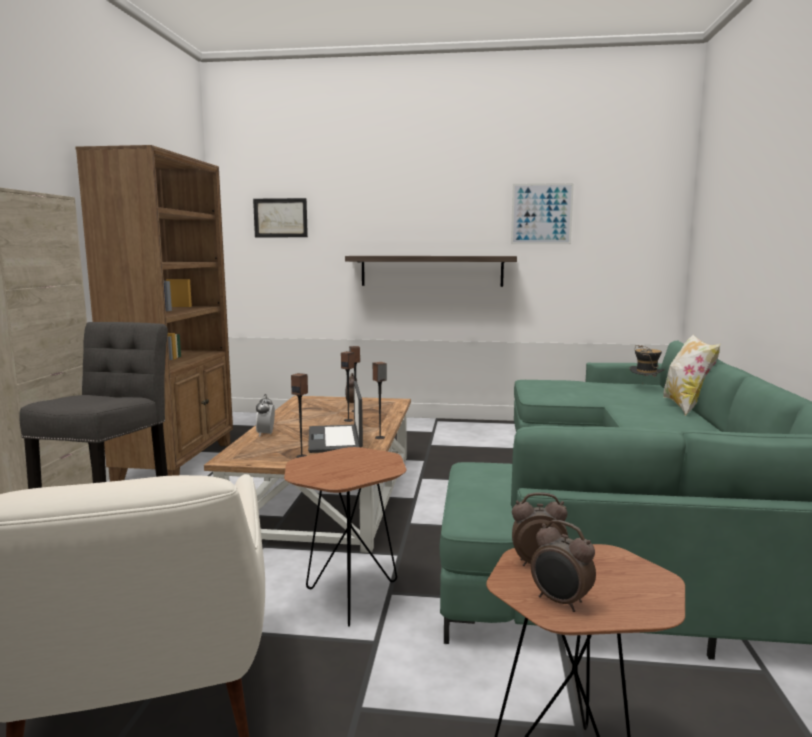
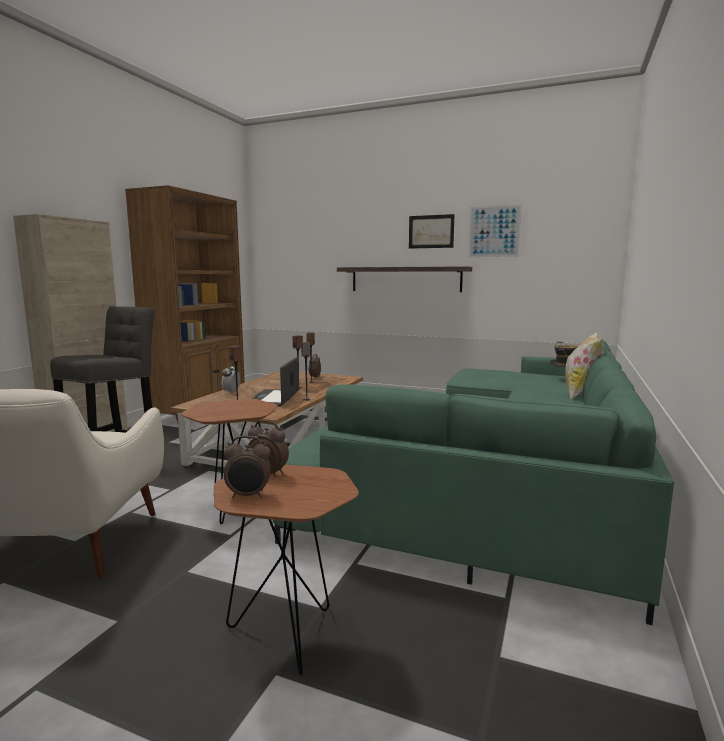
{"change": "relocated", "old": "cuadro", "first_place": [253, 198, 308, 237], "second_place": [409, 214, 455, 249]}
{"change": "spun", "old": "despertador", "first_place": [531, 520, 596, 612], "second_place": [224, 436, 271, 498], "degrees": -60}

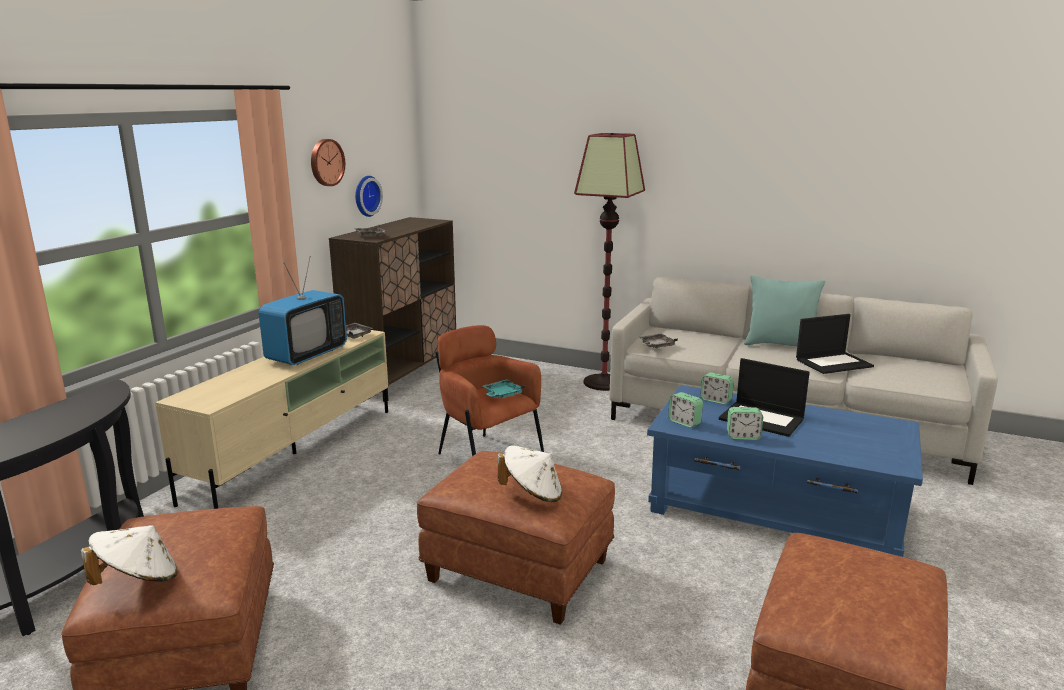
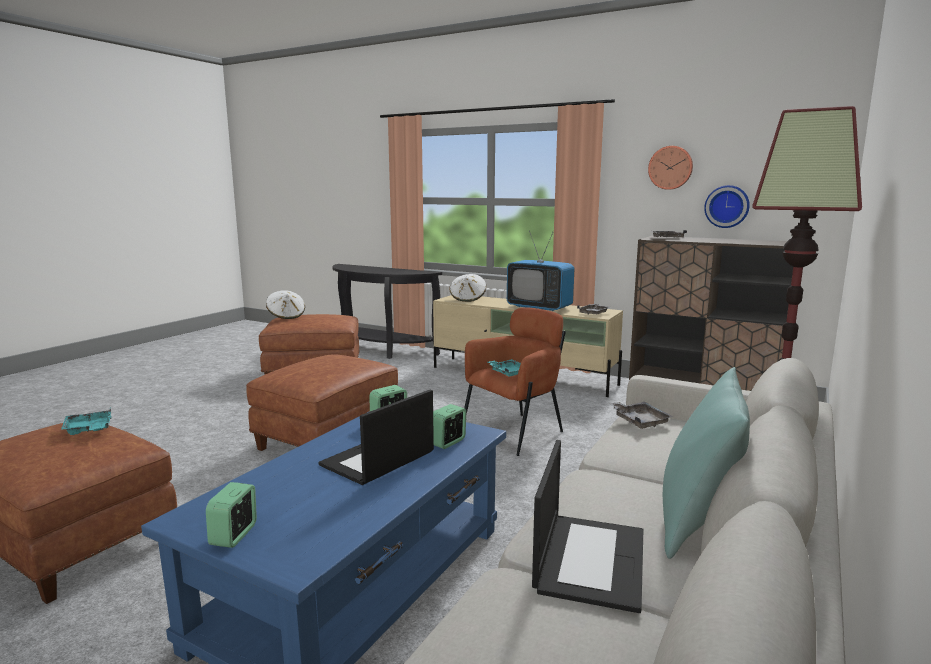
{"change": "relocated", "old": "sombrero [blanco]", "first_place": [498, 445, 562, 502], "second_place": [449, 274, 486, 302]}
{"change": "relocated", "old": "despertador", "first_place": [727, 407, 763, 440], "second_place": [206, 482, 257, 548]}
{"change": "spun", "old": "portátil", "first_place": [796, 314, 874, 374], "second_place": [532, 440, 644, 613], "degrees": -150}
{"change": "appeared", "new": "bandeja [turquesa]", "second_place": [61, 409, 112, 435]}

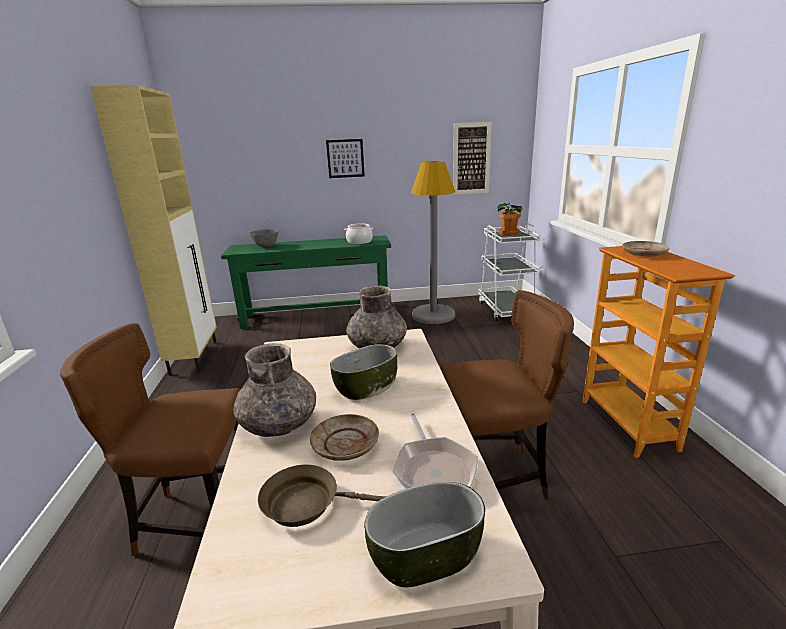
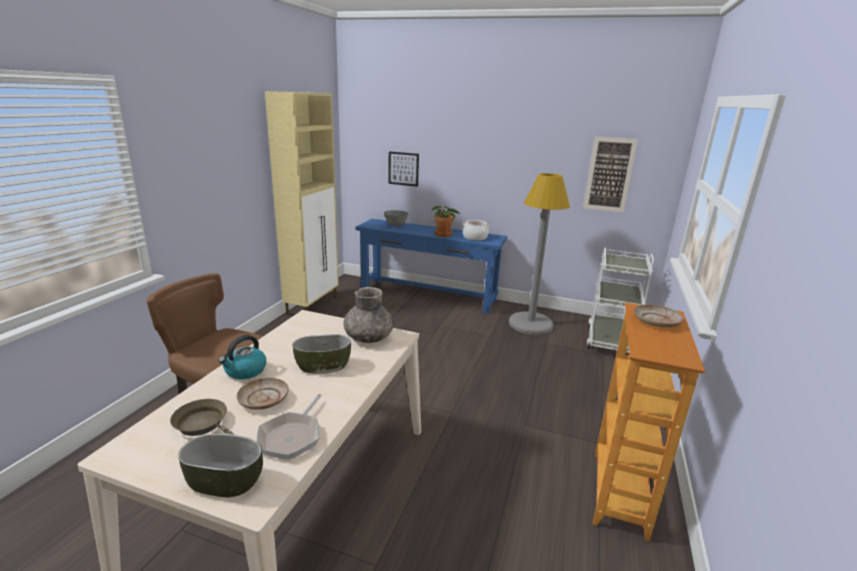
{"change": "colour", "old": "mesa consola [verde]", "new": "mesa consola [azul]", "first_place": [221, 235, 391, 329], "second_place": [355, 219, 508, 314]}
{"change": "exchanged", "old": "florero [gris]", "new": "hervidor", "first_place": [233, 343, 316, 437], "second_place": [218, 335, 266, 379]}
{"change": "relocated", "old": "cuadro", "first_place": [326, 139, 365, 178], "second_place": [388, 151, 419, 187]}
{"change": "missing", "old": "silla [marrón]", "first_place": [439, 290, 574, 500]}
{"change": "relocated", "old": "planta en maceta", "first_place": [498, 203, 523, 236], "second_place": [432, 206, 460, 237]}

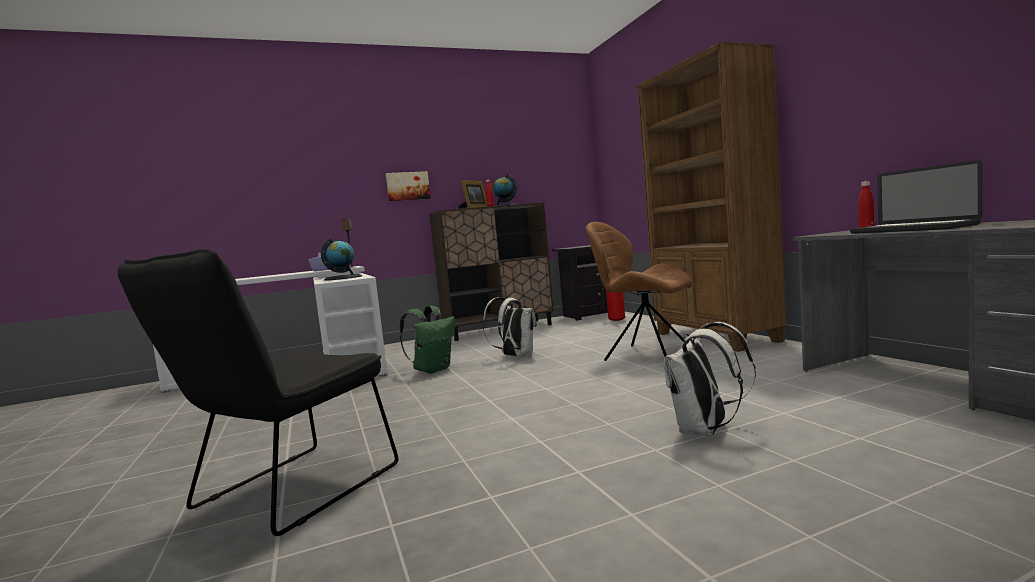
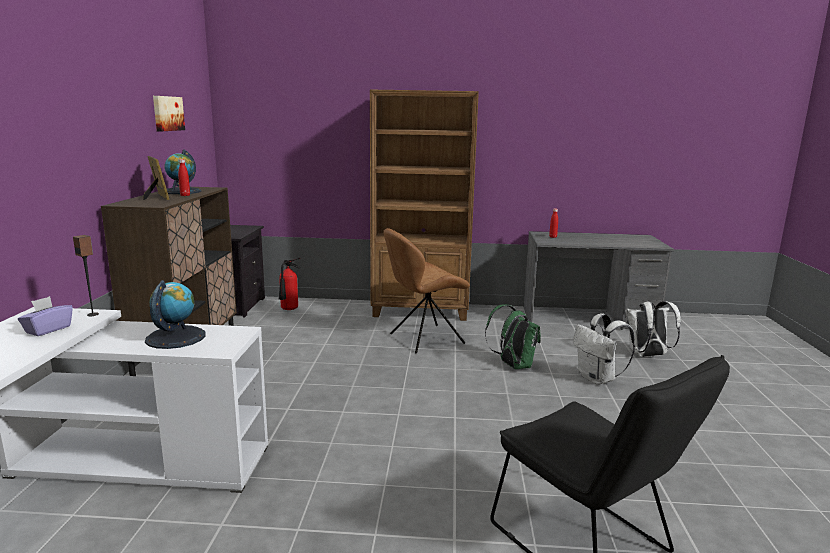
{"change": "relocated", "old": "cuadro", "first_place": [386, 171, 431, 201], "second_place": [153, 96, 185, 131]}
{"change": "relocated", "old": "mochila [verde]", "first_place": [400, 305, 455, 374], "second_place": [485, 304, 541, 369]}
{"change": "relocated", "old": "mochila [blanco]", "first_place": [483, 297, 537, 357], "second_place": [625, 301, 681, 357]}
{"change": "missing", "old": "portátil", "first_place": [850, 160, 983, 234]}

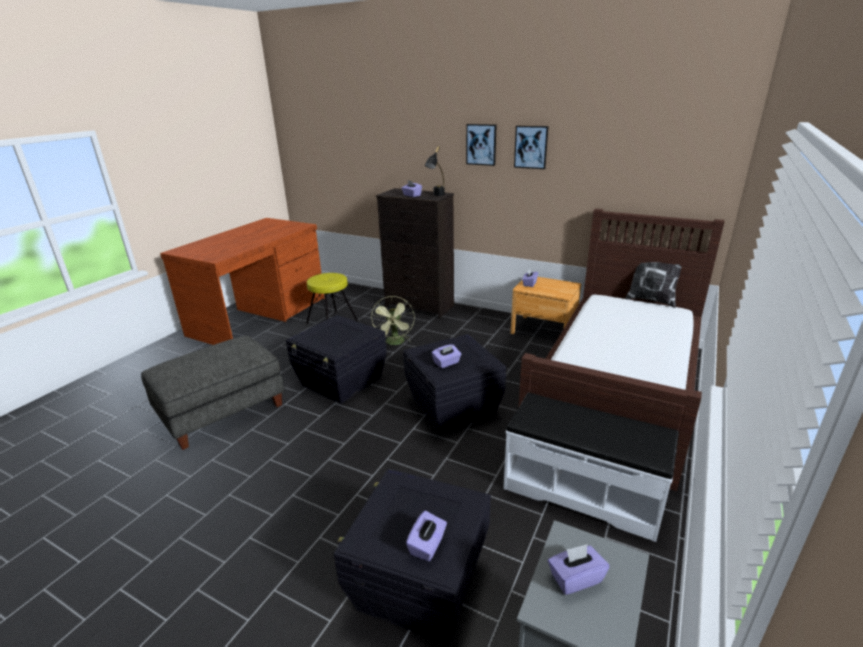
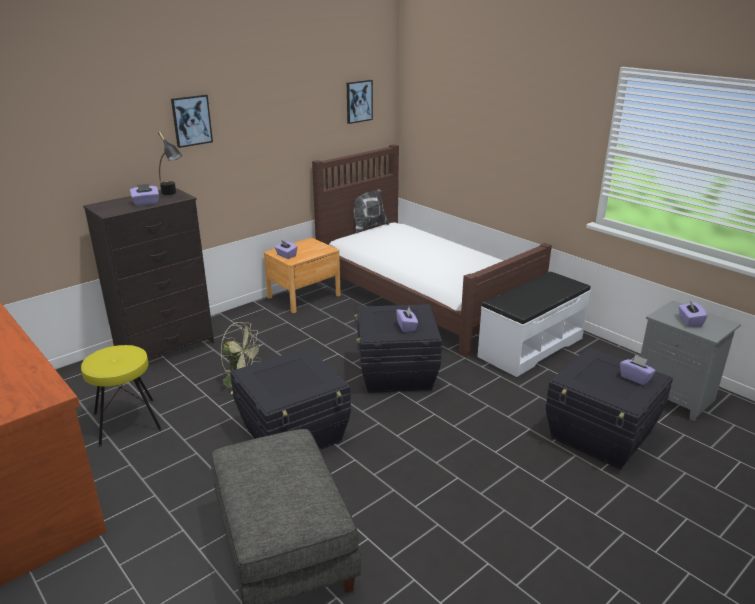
{"change": "relocated", "old": "cuadro", "first_place": [514, 126, 549, 169], "second_place": [347, 80, 373, 124]}

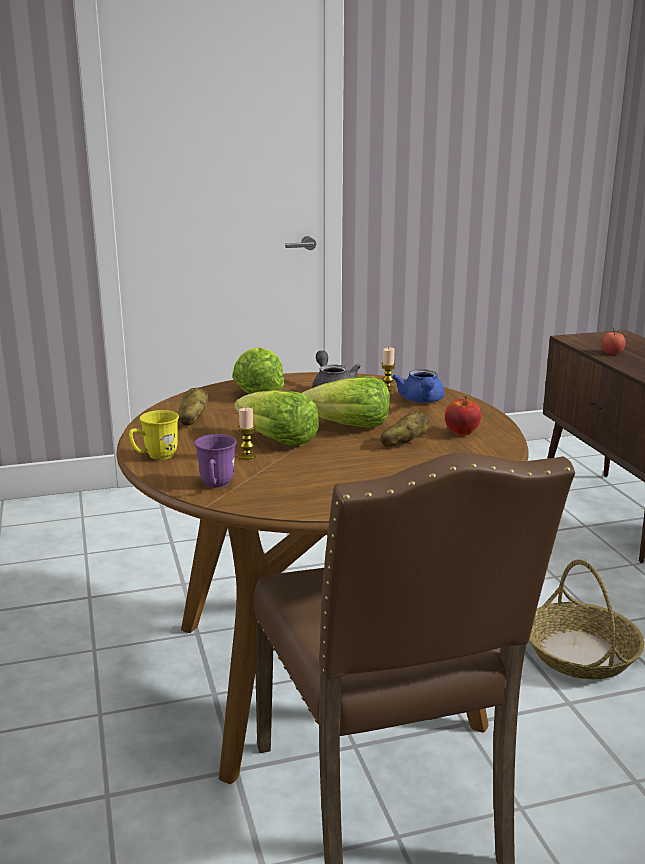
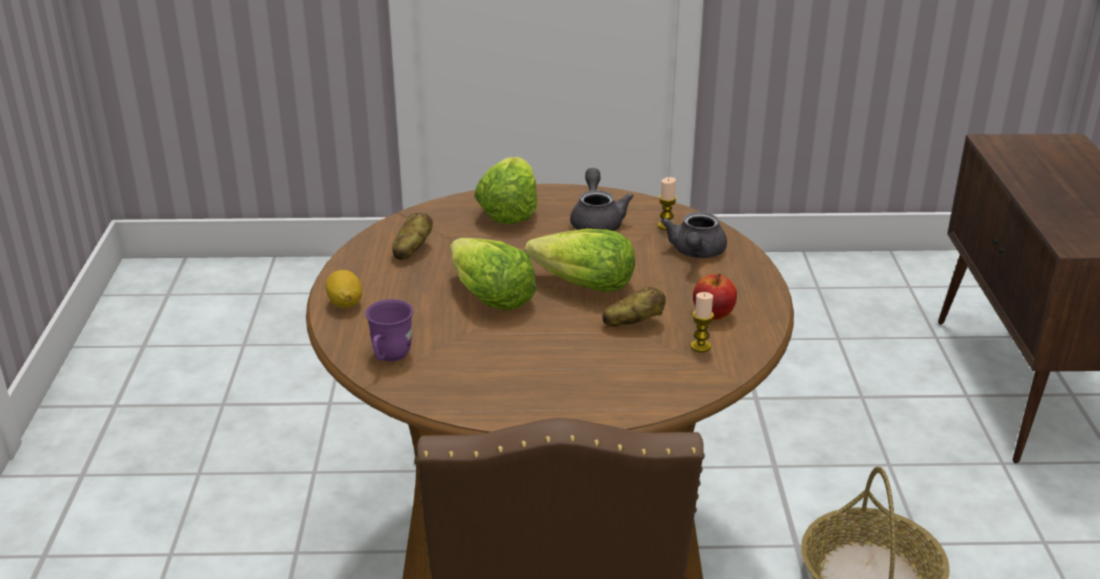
{"change": "exchanged", "old": "taza grande [amarillo]", "new": "limón", "first_place": [129, 410, 179, 460], "second_place": [325, 270, 362, 308]}
{"change": "relocated", "old": "vela", "first_place": [238, 408, 256, 460], "second_place": [691, 292, 714, 352]}
{"change": "colour", "old": "tetera [azul]", "new": "tetera [gris]", "first_place": [392, 369, 444, 403], "second_place": [661, 212, 727, 258]}
{"change": "missing", "old": "manzana", "first_place": [601, 327, 625, 354]}

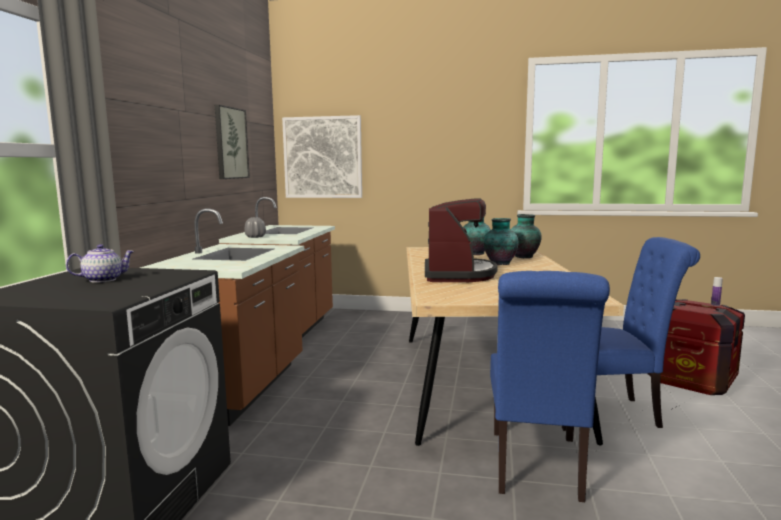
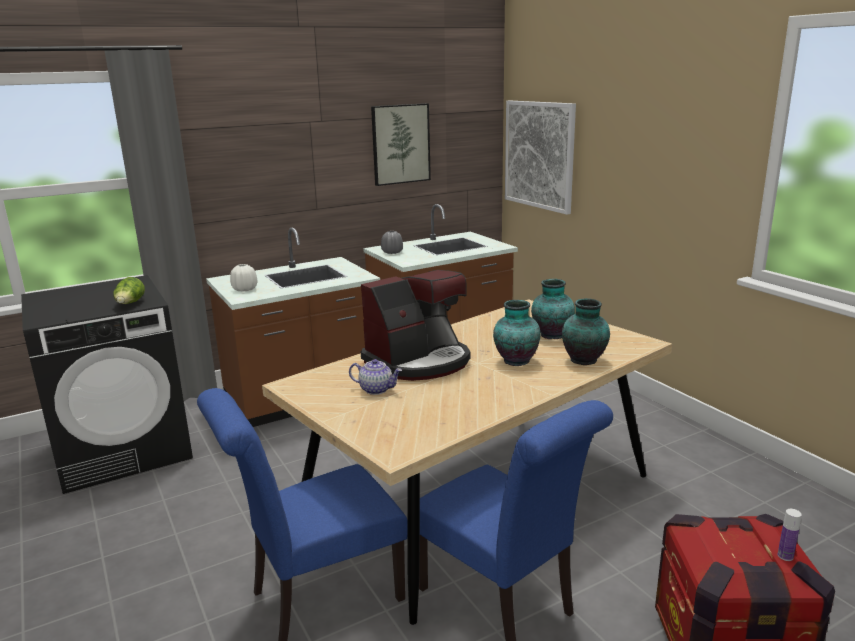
{"change": "relocated", "old": "tetera", "first_place": [66, 244, 134, 283], "second_place": [349, 359, 402, 395]}
{"change": "appeared", "new": "lechuga", "second_place": [113, 277, 145, 304]}
{"change": "appeared", "new": "florero [blanco]", "second_place": [230, 264, 258, 292]}

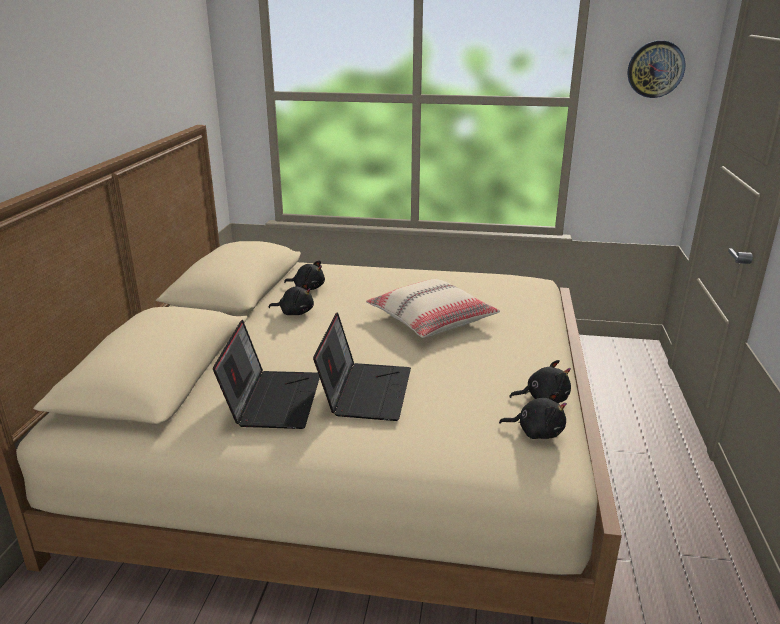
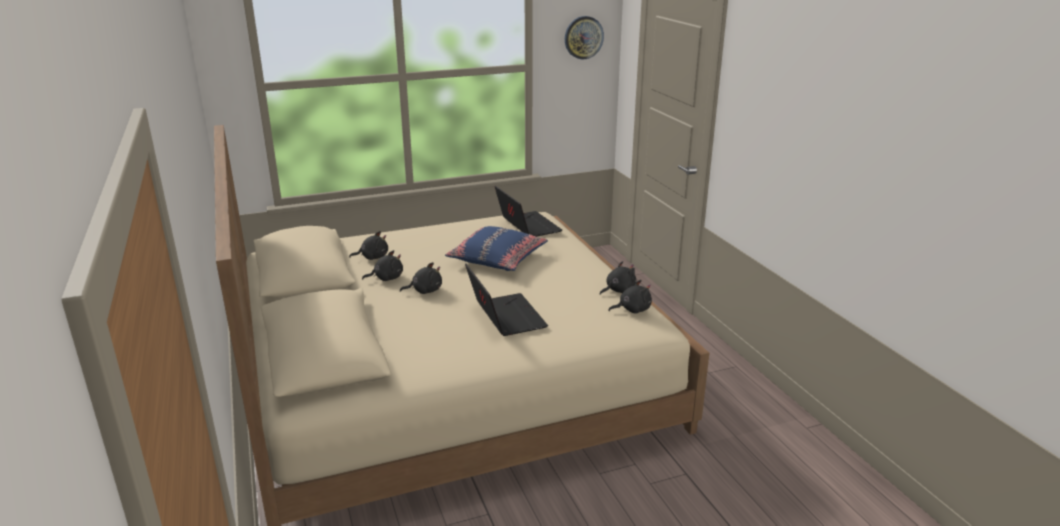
{"change": "relocated", "old": "portátil", "first_place": [213, 320, 320, 429], "second_place": [494, 186, 562, 237]}
{"change": "colour", "old": "cojín [beis]", "new": "cojín [azul]", "first_place": [366, 279, 500, 338], "second_place": [445, 226, 548, 271]}
{"change": "appeared", "new": "peluche [negro]", "second_place": [400, 262, 442, 294]}

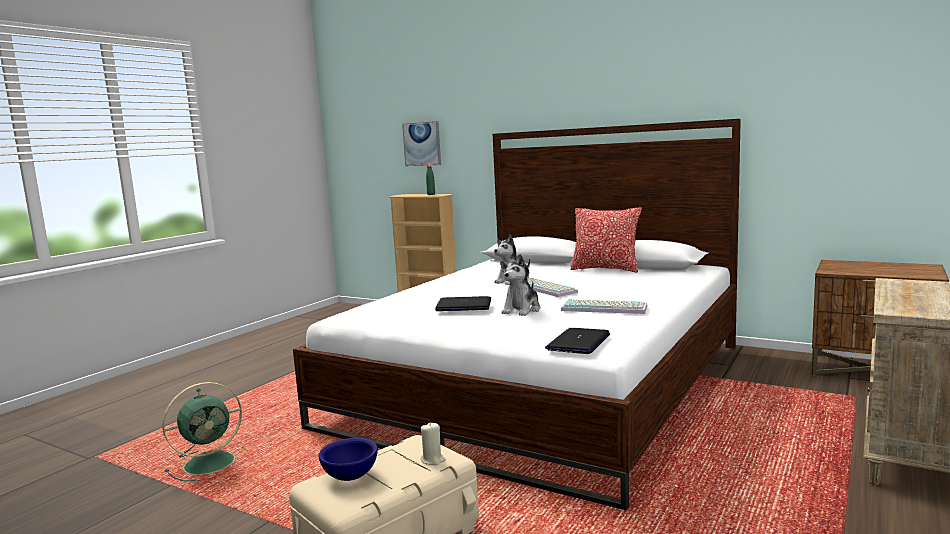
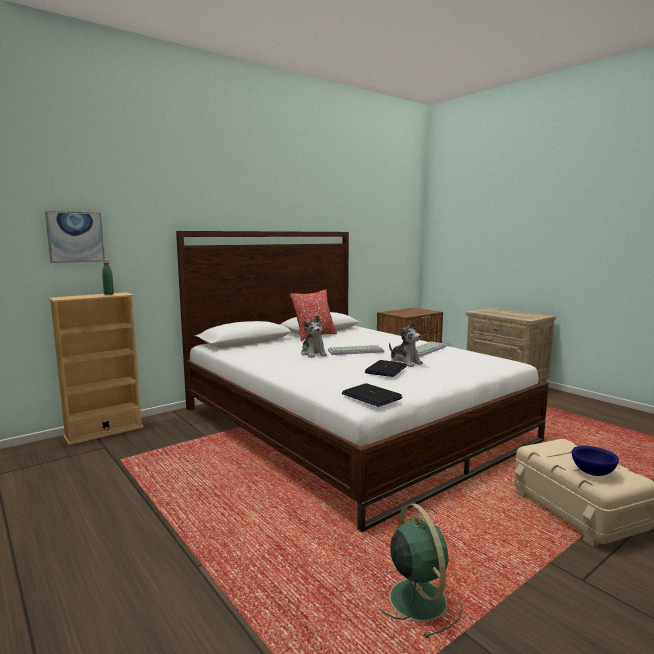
{"change": "missing", "old": "vela [beis]", "first_place": [421, 422, 446, 465]}
{"change": "relocated", "old": "portátil", "first_place": [545, 328, 610, 354], "second_place": [342, 383, 402, 407]}

